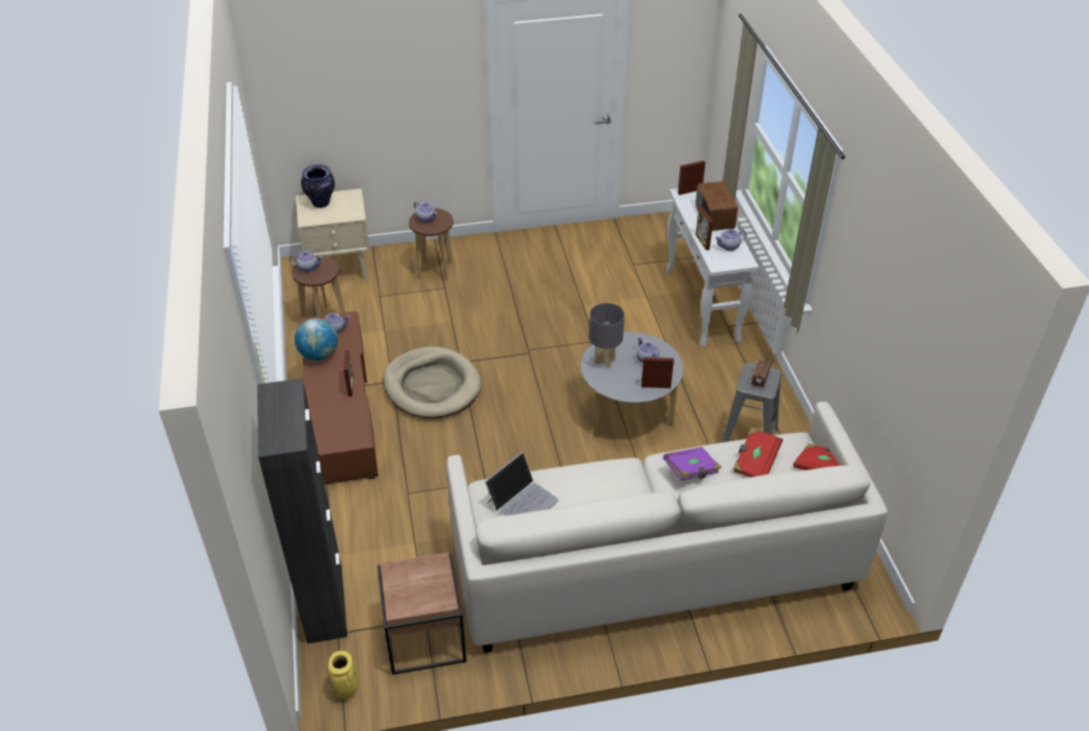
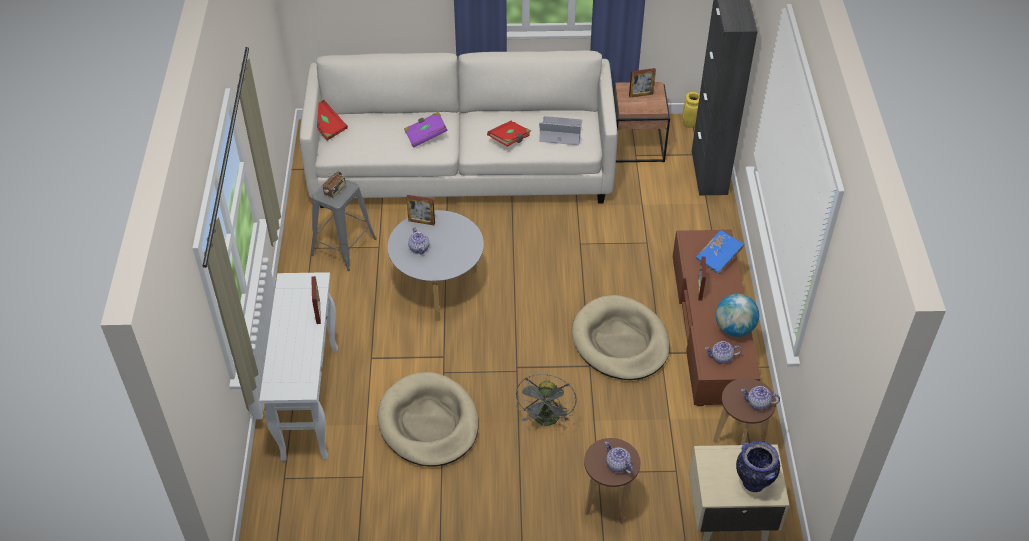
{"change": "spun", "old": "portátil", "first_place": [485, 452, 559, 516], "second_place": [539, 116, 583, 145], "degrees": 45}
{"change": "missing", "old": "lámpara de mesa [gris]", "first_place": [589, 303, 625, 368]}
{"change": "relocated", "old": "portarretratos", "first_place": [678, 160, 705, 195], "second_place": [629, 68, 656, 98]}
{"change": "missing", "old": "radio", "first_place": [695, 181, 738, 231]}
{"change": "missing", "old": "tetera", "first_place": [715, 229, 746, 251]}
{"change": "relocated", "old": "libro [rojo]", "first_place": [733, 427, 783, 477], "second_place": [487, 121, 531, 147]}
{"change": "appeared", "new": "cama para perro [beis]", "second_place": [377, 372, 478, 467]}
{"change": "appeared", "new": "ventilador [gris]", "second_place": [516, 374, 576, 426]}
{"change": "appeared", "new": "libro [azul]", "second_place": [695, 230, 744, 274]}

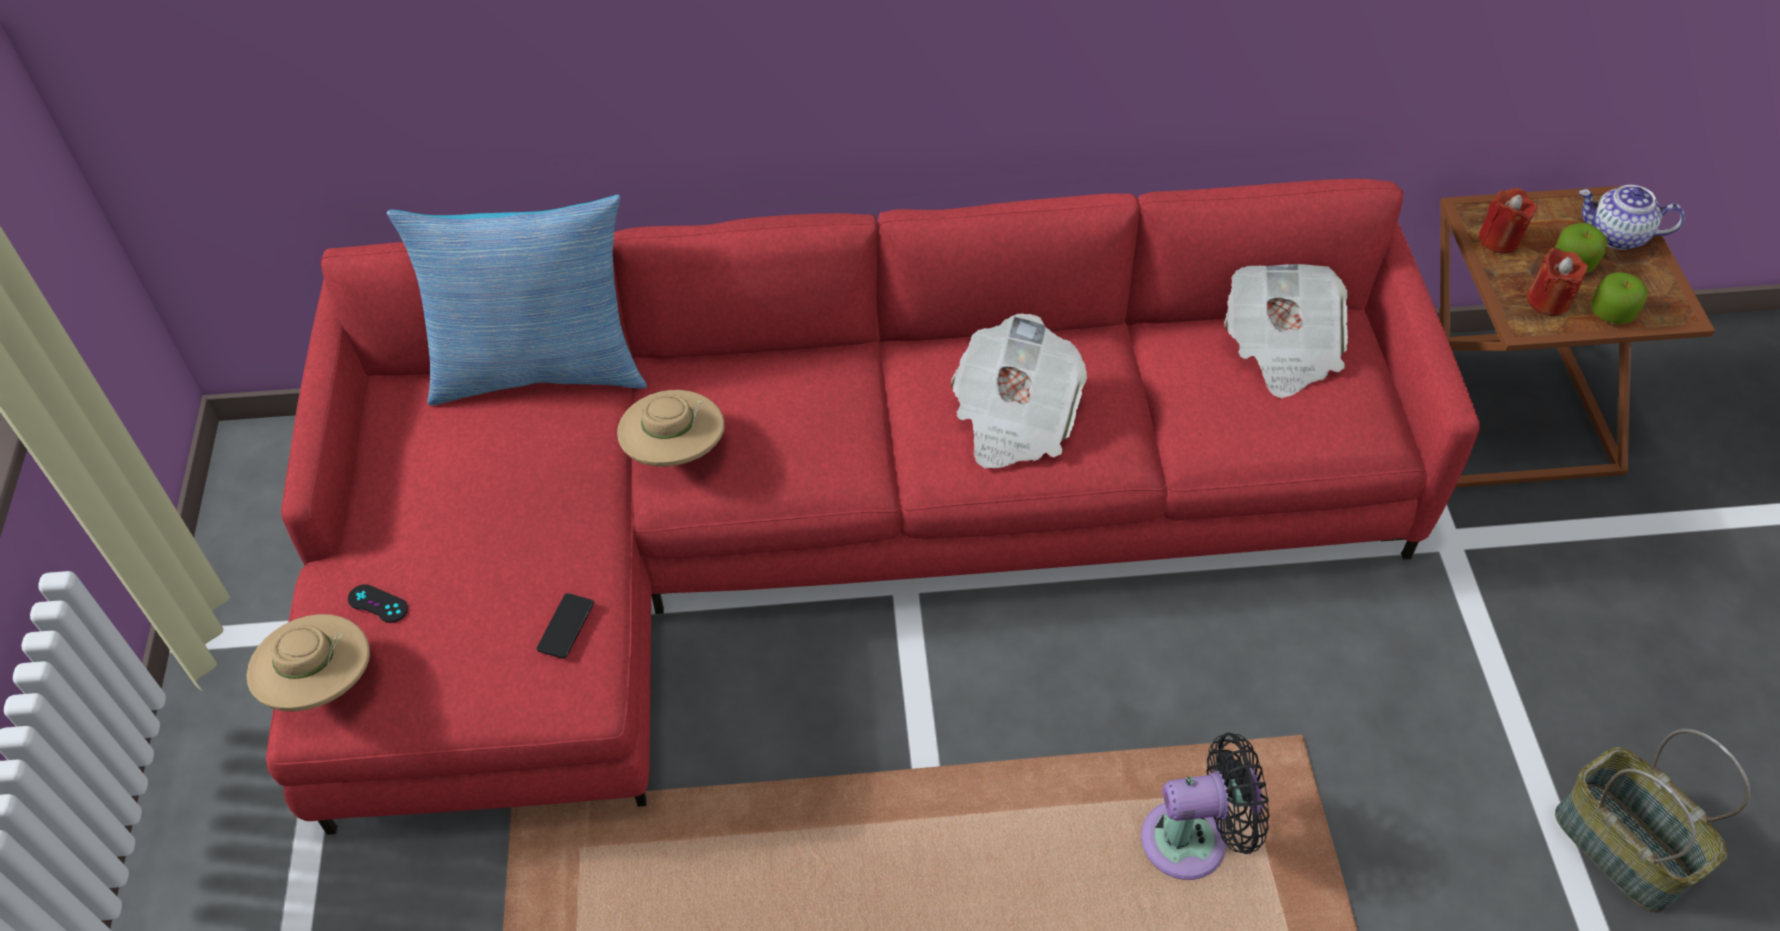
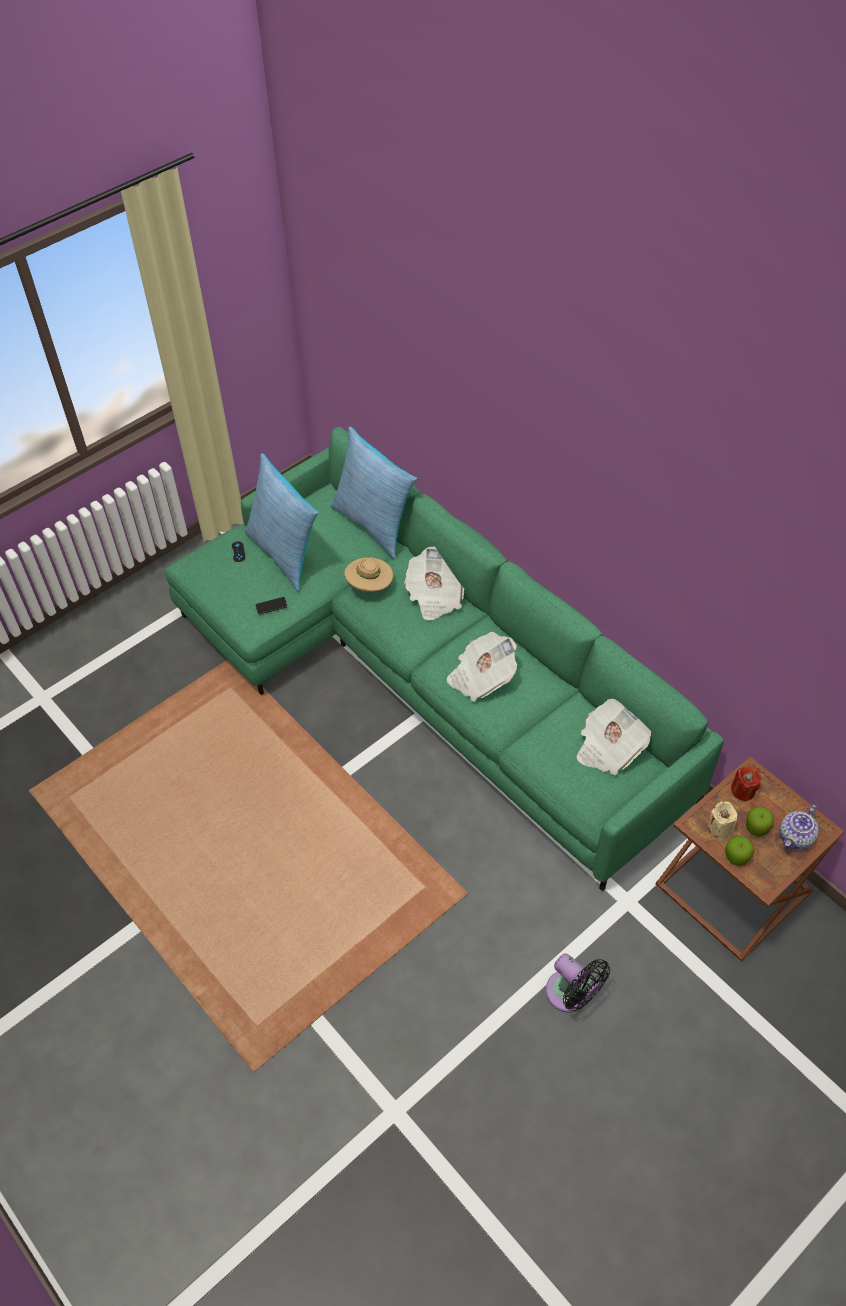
{"change": "missing", "old": "sombrero [beis]", "first_place": [247, 614, 370, 711]}
{"change": "colour", "old": "sofá [rojo]", "new": "sofá [verde]", "first_place": [266, 179, 1480, 835], "second_place": [165, 427, 724, 891]}
{"change": "relocated", "old": "ventilador [negro]", "first_place": [1141, 733, 1269, 880], "second_place": [546, 953, 610, 1013]}
{"change": "colour", "old": "vela [rojo]", "new": "vela [beis]", "first_place": [1527, 247, 1588, 316], "second_place": [708, 801, 737, 838]}
{"change": "missing", "old": "cesta", "first_place": [1555, 729, 1750, 912]}
{"change": "spun", "old": "tetera", "first_place": [1579, 185, 1685, 250], "second_place": [780, 805, 819, 849], "degrees": -120}
{"change": "appeared", "new": "cojín", "second_place": [244, 453, 319, 592]}
{"change": "appeared", "new": "periódico", "second_place": [404, 546, 464, 621]}

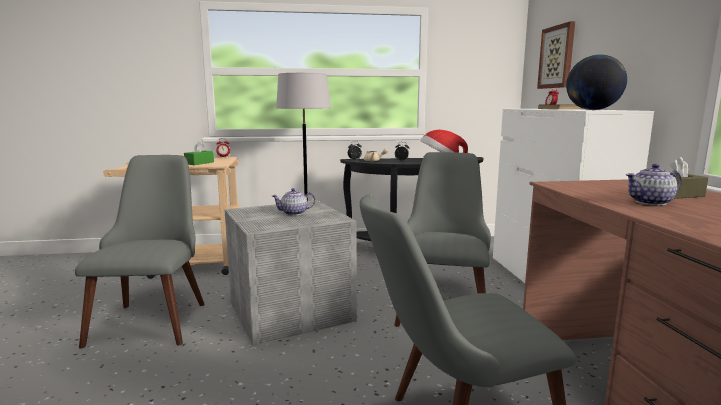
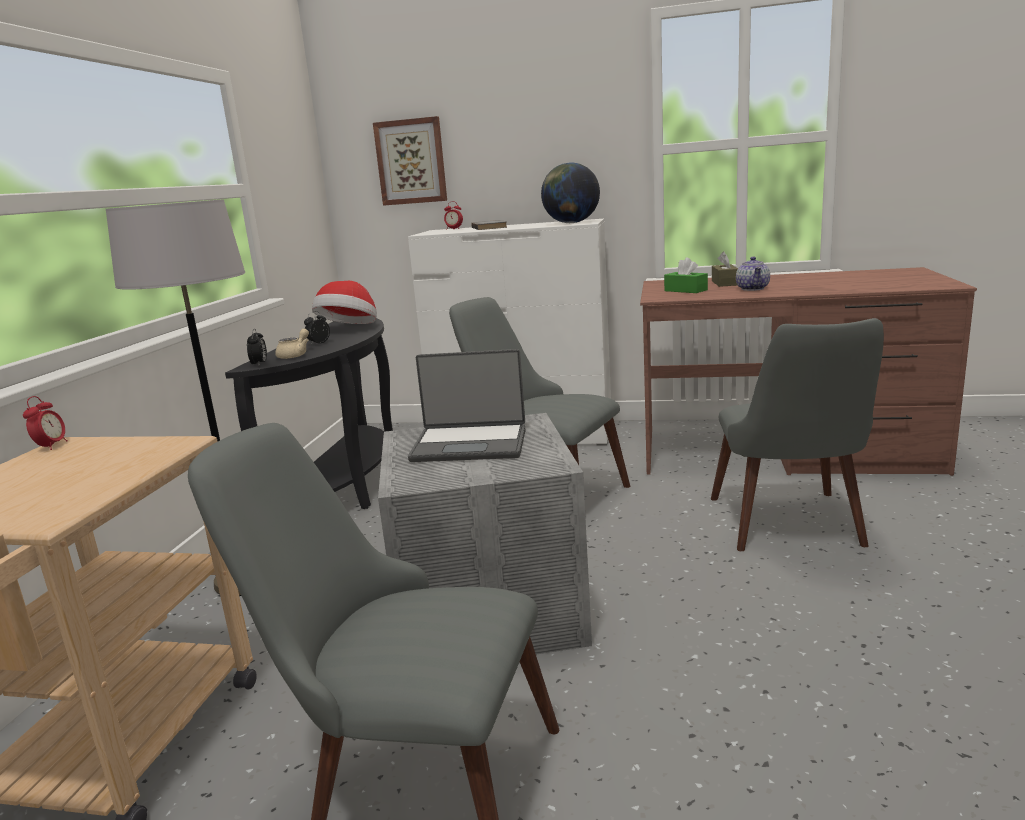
{"change": "relocated", "old": "caja de pañuelos [verde]", "first_place": [184, 141, 214, 165], "second_place": [664, 257, 708, 293]}
{"change": "exchanged", "old": "tetera", "new": "portátil", "first_place": [272, 188, 315, 216], "second_place": [408, 349, 526, 462]}

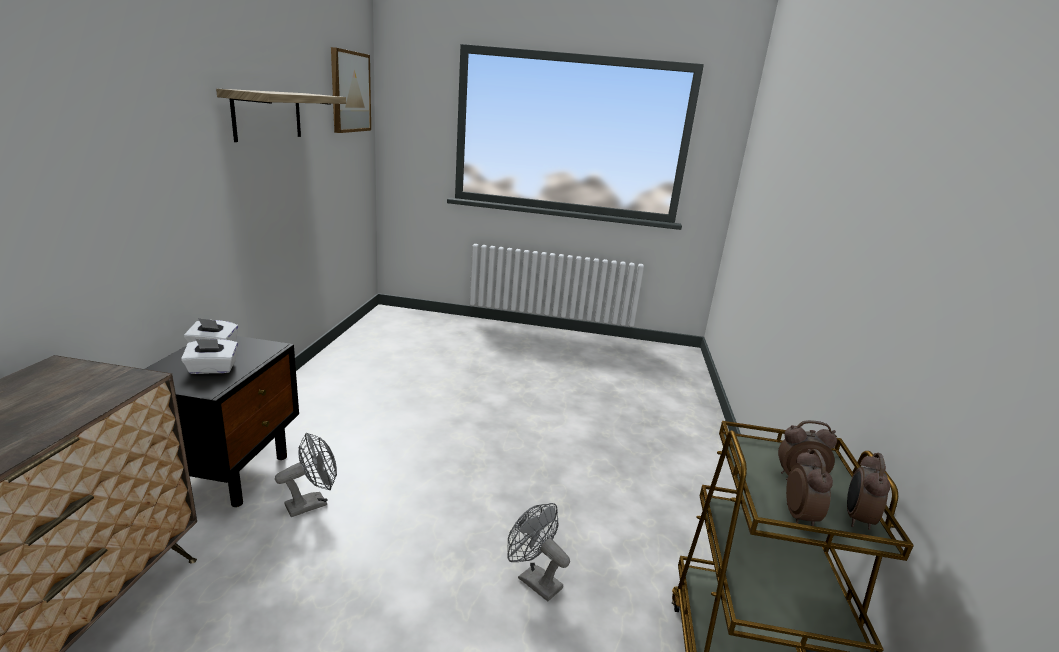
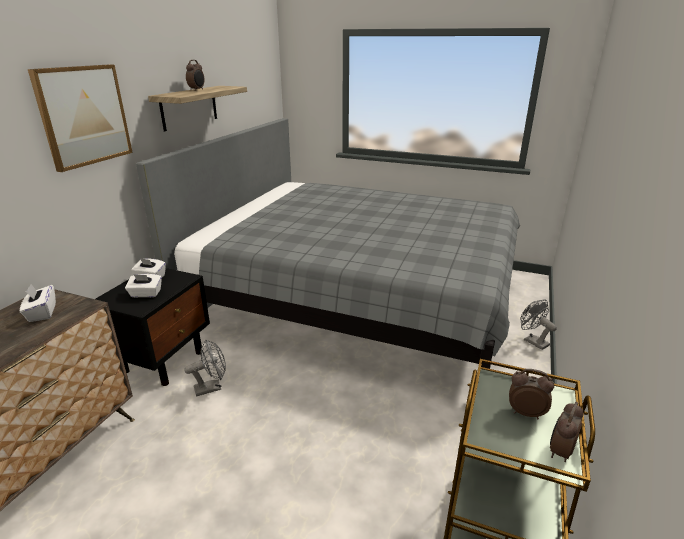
{"change": "relocated", "old": "cuadro", "first_place": [331, 47, 371, 133], "second_place": [28, 64, 133, 172]}
{"change": "relocated", "old": "ventilador [gris]", "first_place": [507, 503, 570, 601], "second_place": [520, 299, 557, 350]}
{"change": "relocated", "old": "despertador", "first_place": [786, 449, 833, 526], "second_place": [186, 60, 204, 91]}
{"change": "appeared", "new": "caja de pañuelos [blanco]", "second_place": [20, 284, 56, 322]}
{"change": "appeared", "new": "cama [gris]", "second_place": [136, 118, 520, 369]}

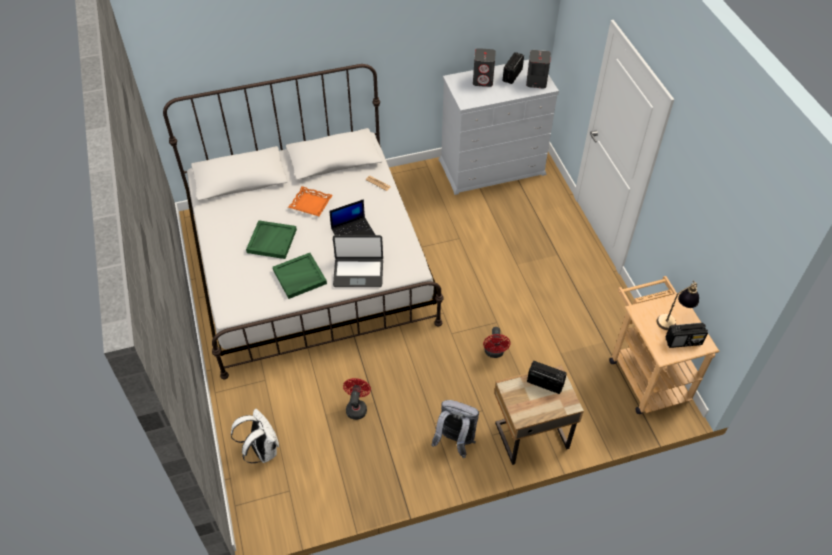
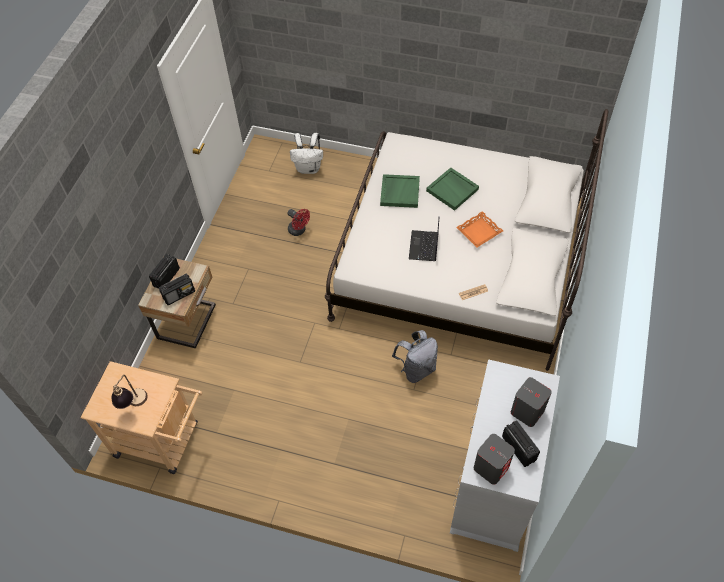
{"change": "missing", "old": "portátil", "first_place": [333, 235, 383, 287]}
{"change": "relocated", "old": "mochila [gris]", "first_place": [431, 400, 479, 458], "second_place": [392, 330, 438, 383]}
{"change": "missing", "old": "ventilador [rojo]", "first_place": [483, 327, 511, 358]}
{"change": "relocated", "old": "radio", "first_place": [666, 323, 708, 348], "second_place": [149, 254, 180, 289]}

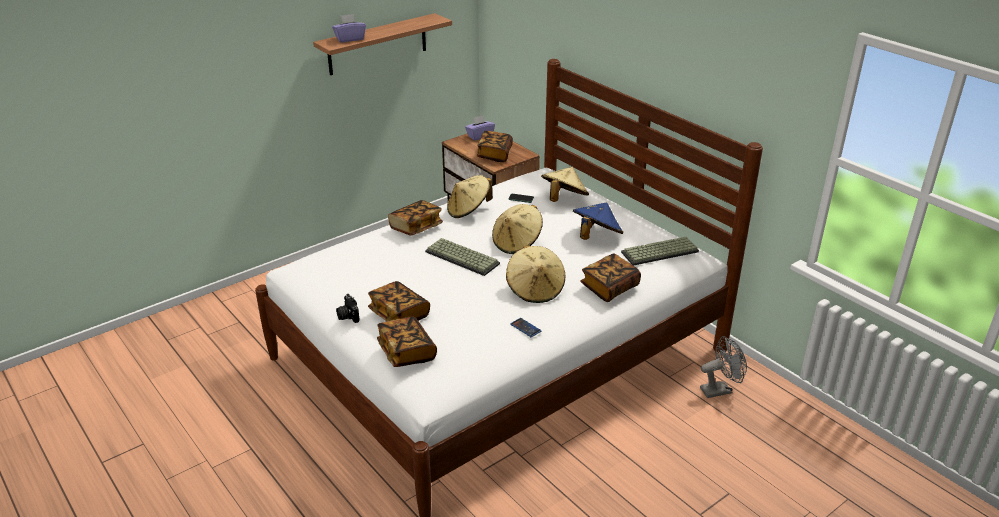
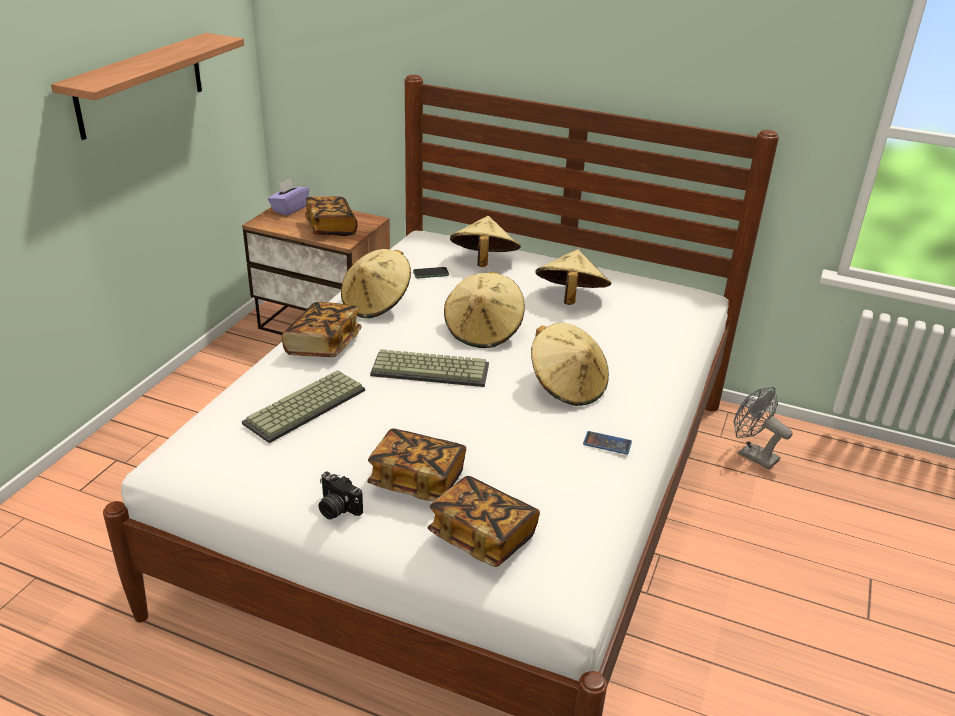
{"change": "missing", "old": "caja de pañuelos [morado]", "first_place": [332, 14, 366, 42]}
{"change": "colour", "old": "sombrero [azul]", "new": "sombrero [beis]", "first_place": [573, 202, 623, 240], "second_place": [535, 249, 612, 305]}
{"change": "missing", "old": "libro", "first_place": [580, 253, 641, 302]}
{"change": "relocated", "old": "teclado", "first_place": [621, 237, 699, 266], "second_place": [242, 370, 365, 443]}
{"change": "spun", "old": "ventilador [gris]", "first_place": [700, 336, 747, 398], "second_place": [734, 387, 792, 469], "degrees": -90}

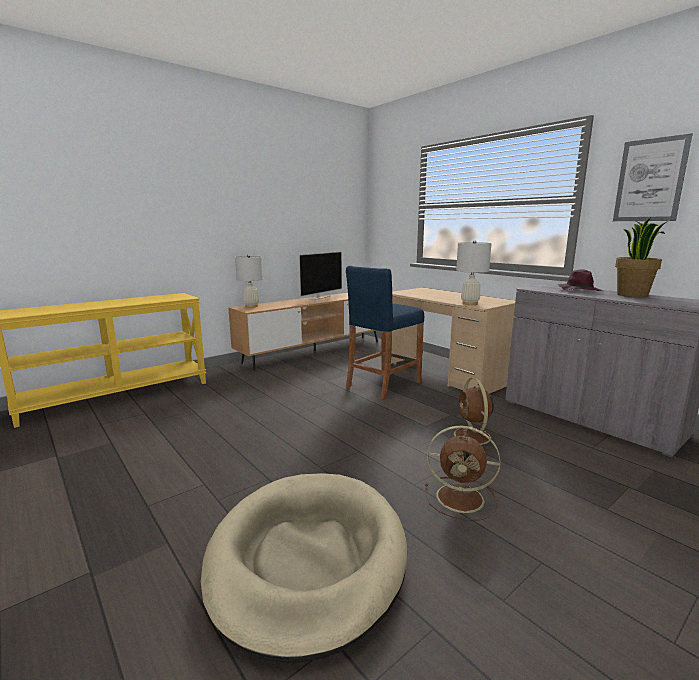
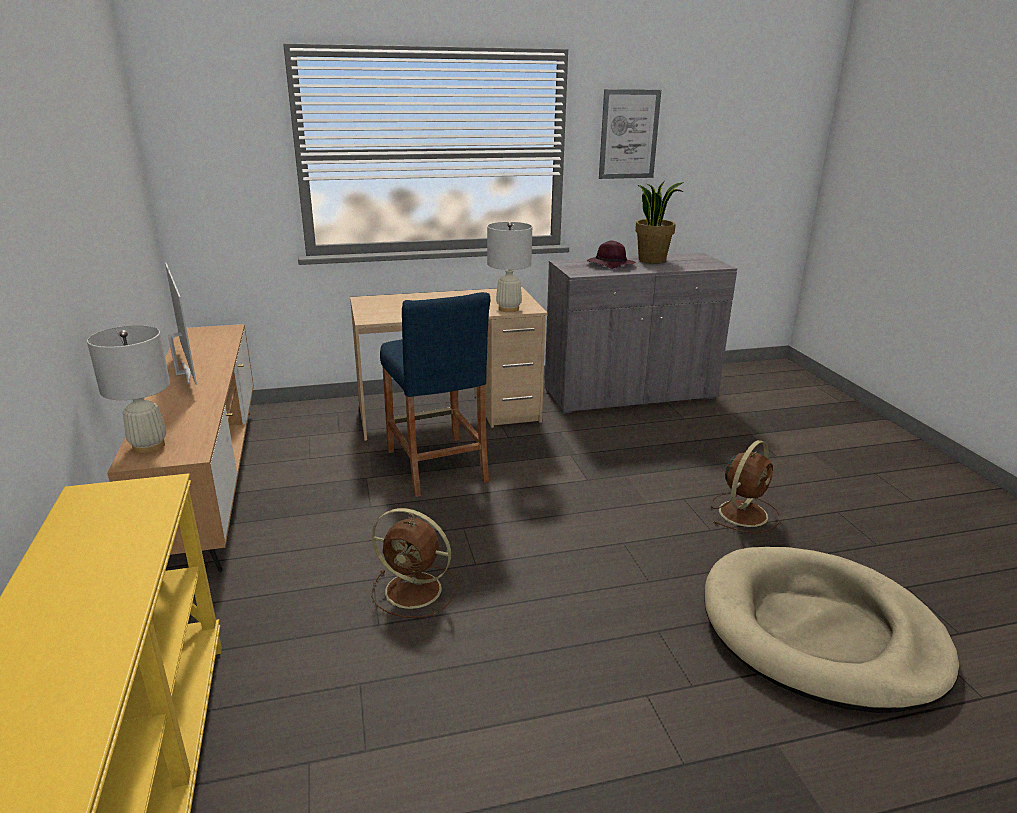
{"change": "relocated", "old": "ventilador [marrón]", "first_place": [446, 378, 502, 449], "second_place": [371, 508, 457, 618]}

